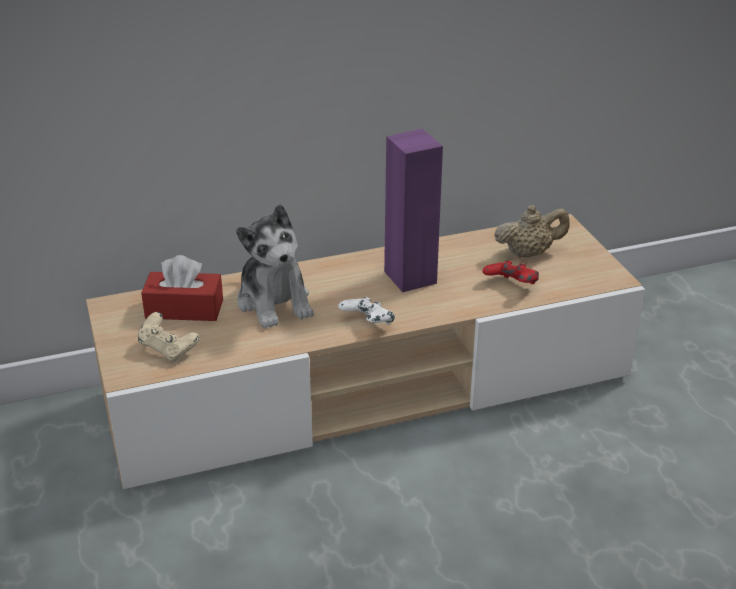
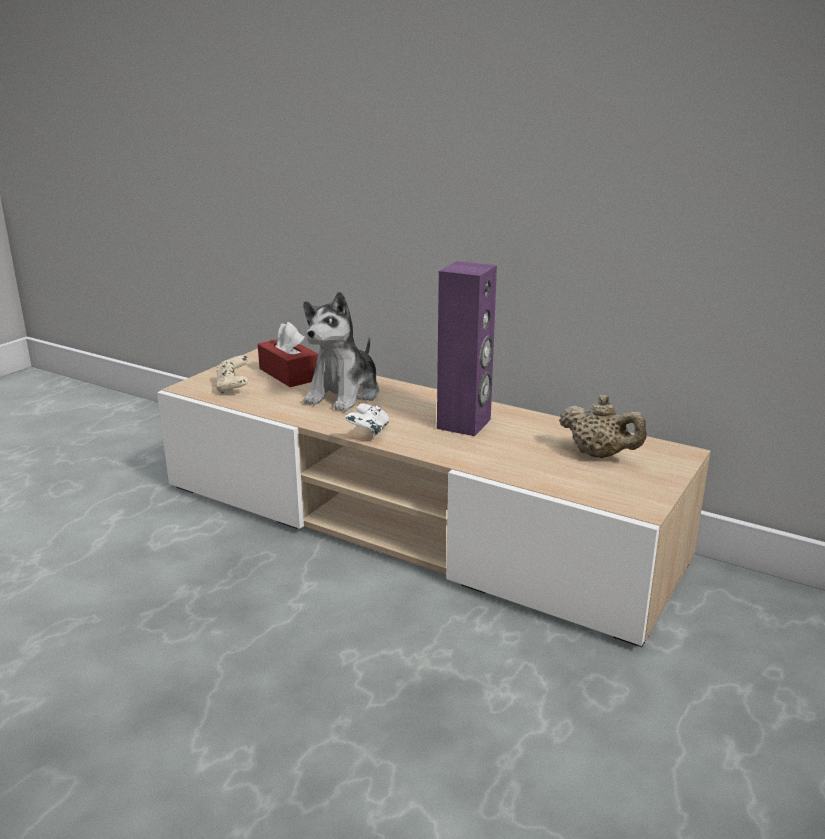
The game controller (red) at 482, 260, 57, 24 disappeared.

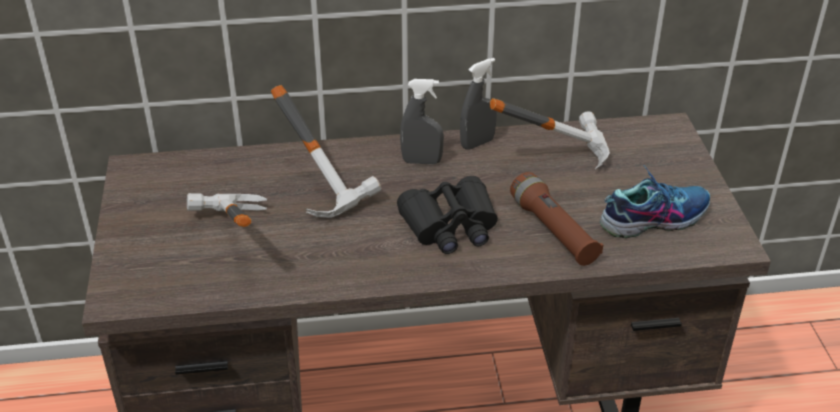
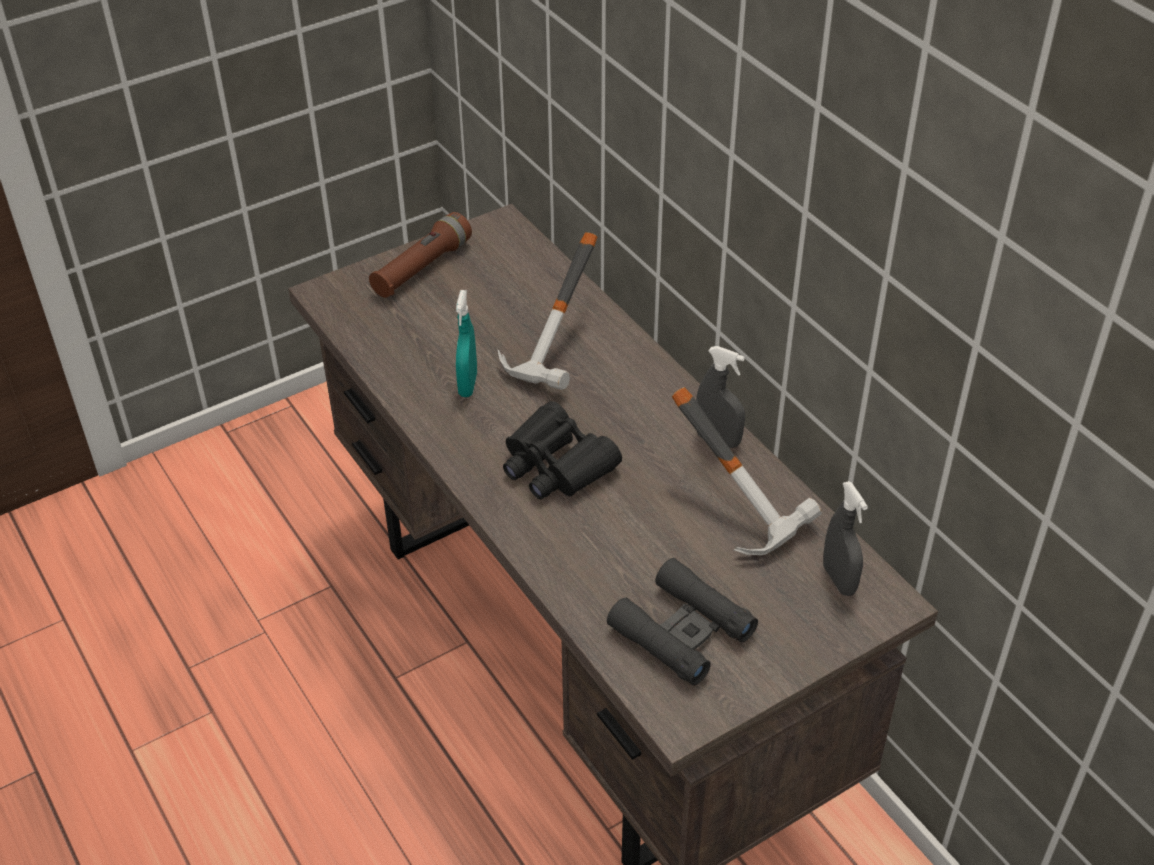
The flashlight (brown) moved from 510, 172, 93, 94 to 369, 212, 103, 86.
The spray bottle (turquoise) at 456, 290, 21, 107 appeared.
The shoe at 600, 165, 110, 73 was replaced by the binoculars (black) at 607, 558, 151, 127.
The spray bottle (grey) moved from 400, 79, 44, 86 to 823, 481, 45, 115.
The hammer at 187, 193, 80, 34 disappeared.

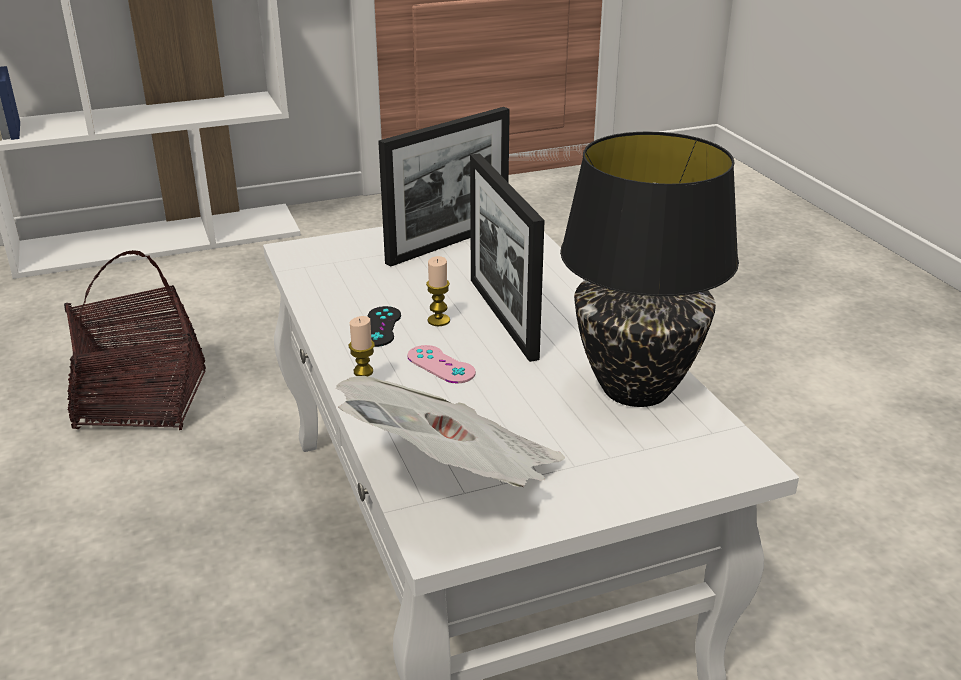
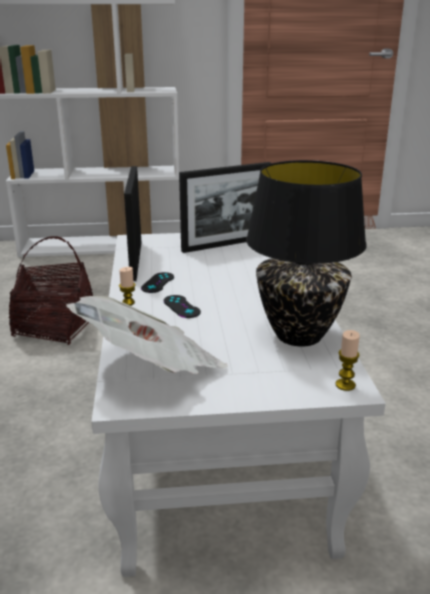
The picture frame moved from 470, 153, 75, 209 to 124, 166, 17, 115.
The game controller (pink) at 407, 345, 69, 38 became the game controller (black) at 164, 295, 37, 23.
The candle moved from 426, 256, 24, 70 to 335, 330, 25, 61.

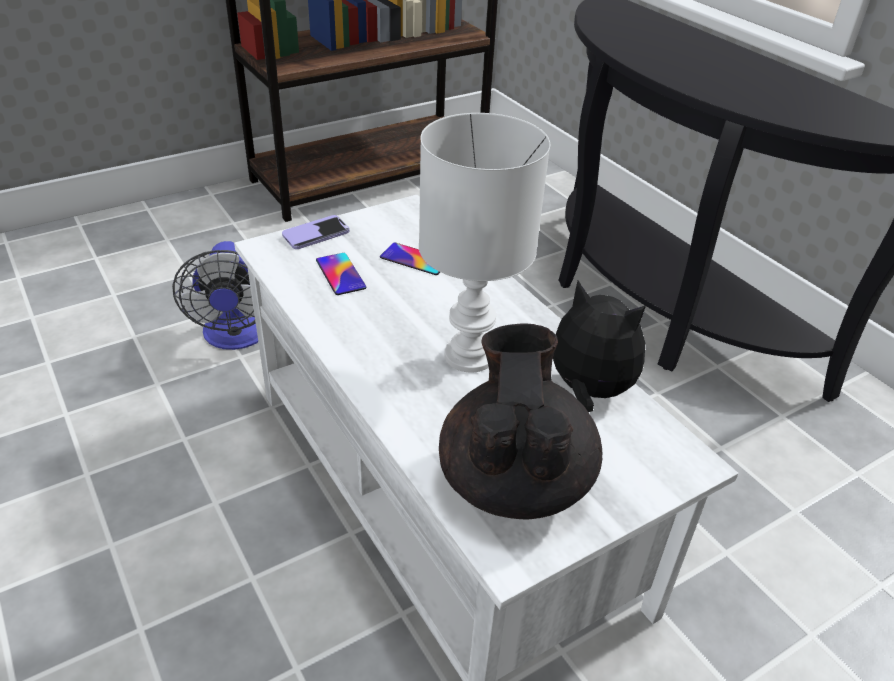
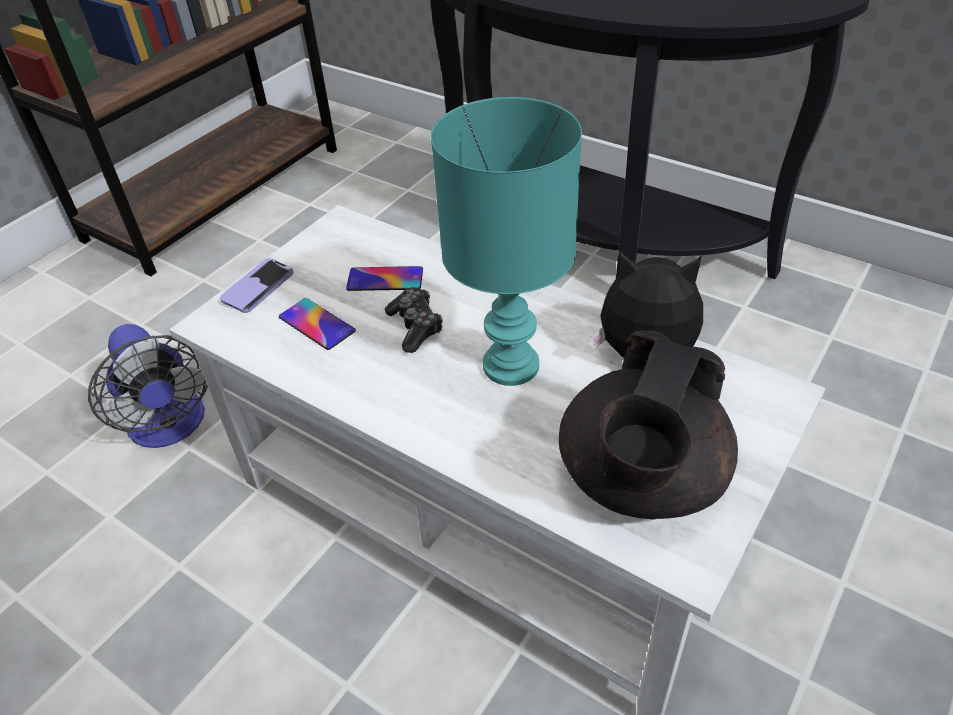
The game controller at 385, 287, 58, 66 appeared.
The table lamp (white) at 419, 113, 131, 260 became the table lamp (turquoise) at 431, 97, 151, 289.
The teapot (black) at 439, 323, 163, 197 turned 135 degrees counterclockwise.

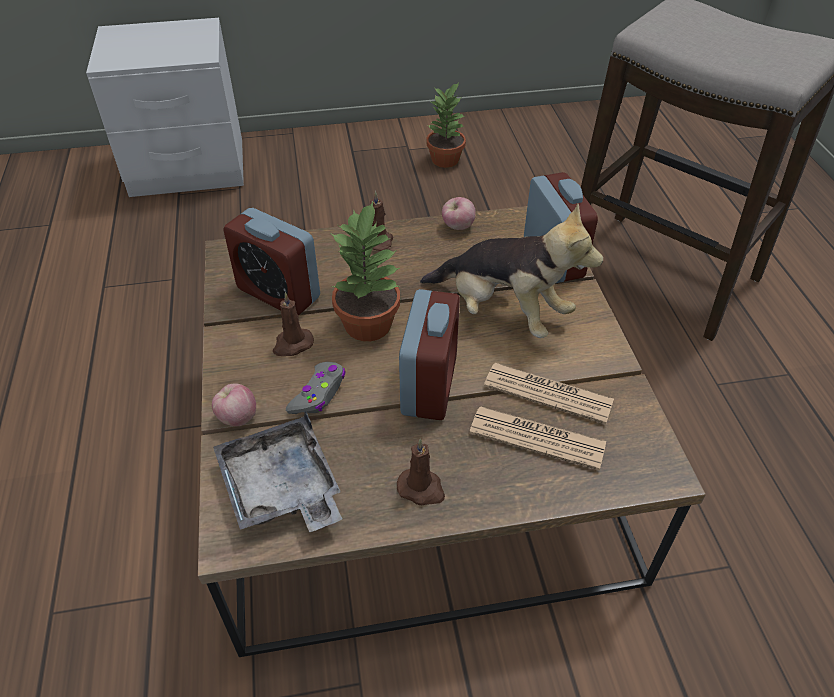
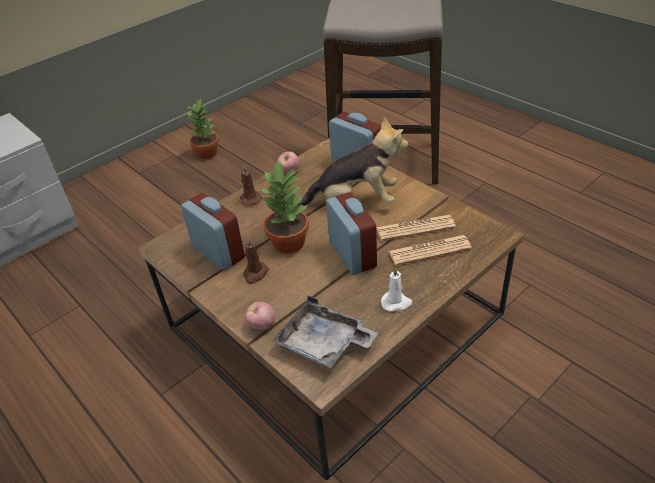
The alarm clock at 223, 208, 97, 108 turned 135 degrees counterclockwise.
The candle (brown) at 397, 439, 48, 66 became the candle (white) at 381, 267, 31, 45.
The game controller (grey) at 286, 362, 59, 52 disappeared.

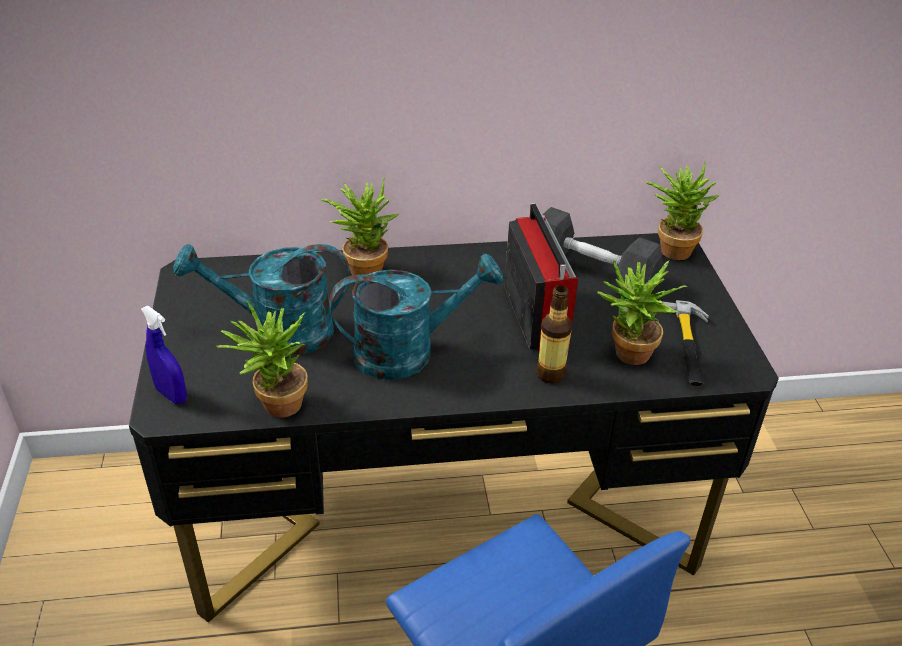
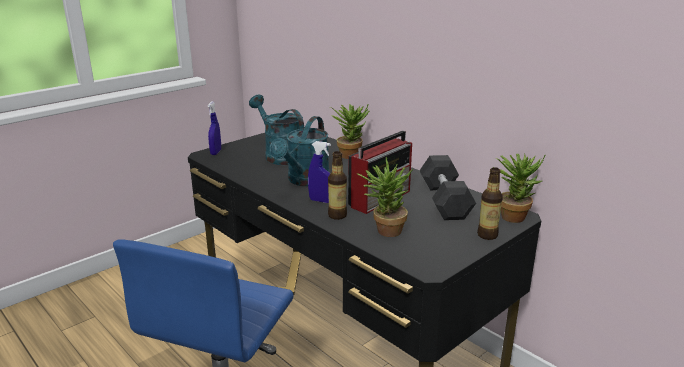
The watering can (turquoise) at 329, 253, 174, 127 turned 75 degrees clockwise.
The spray bottle (blue) at 308, 141, 23, 62 appeared.
The bottle at 477, 167, 26, 73 appeared.
The potted plant at 216, 300, 92, 118 disappeared.
The hammer at 662, 300, 47, 86 disappeared.

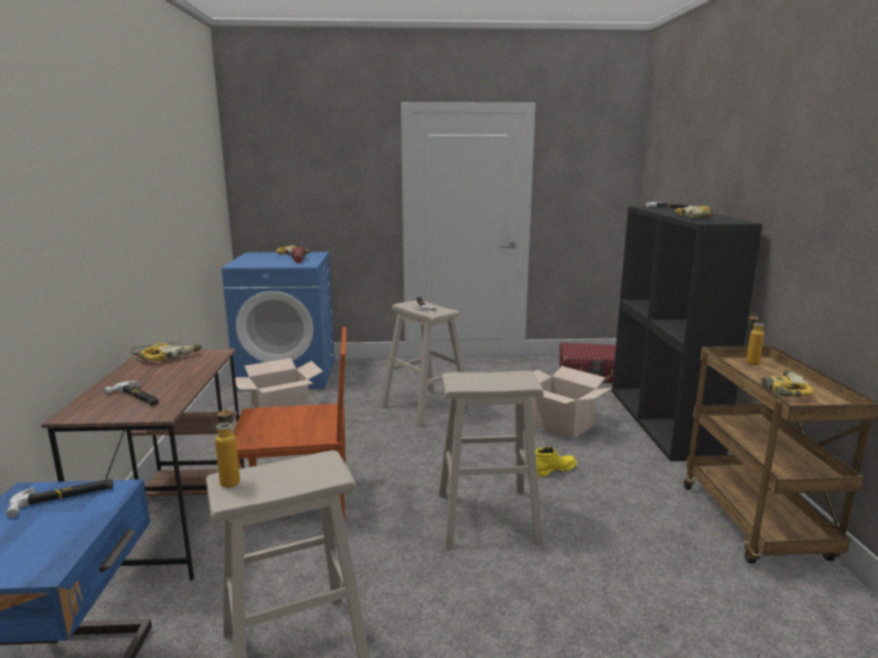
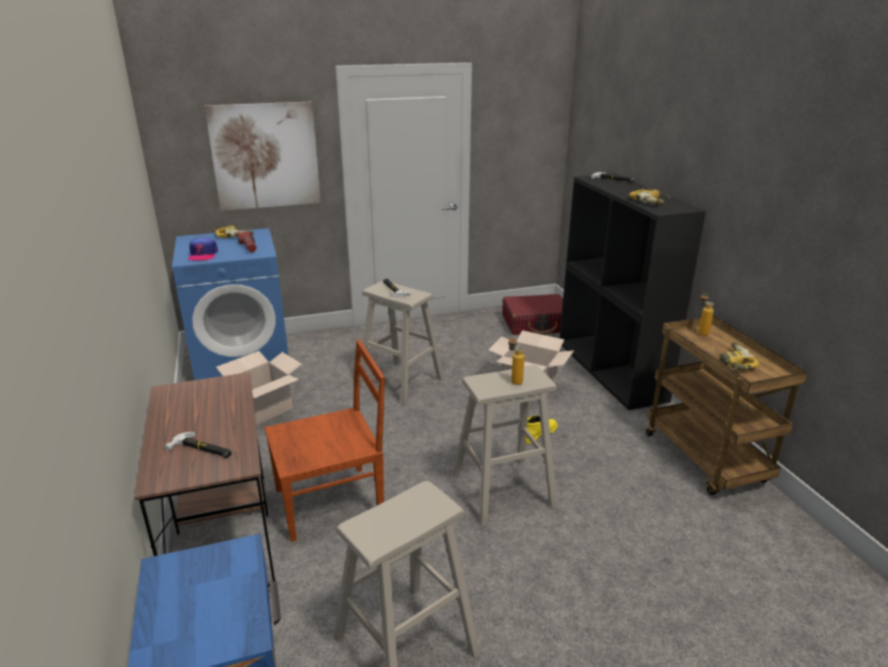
The cap at 188, 237, 30, 24 appeared.
The picture at 204, 101, 117, 110 appeared.
The bottle moved from 215, 404, 25, 84 to 509, 336, 16, 49.
The hammer at 6, 479, 107, 39 disappeared.
The power drill at 130, 342, 72, 19 disappeared.

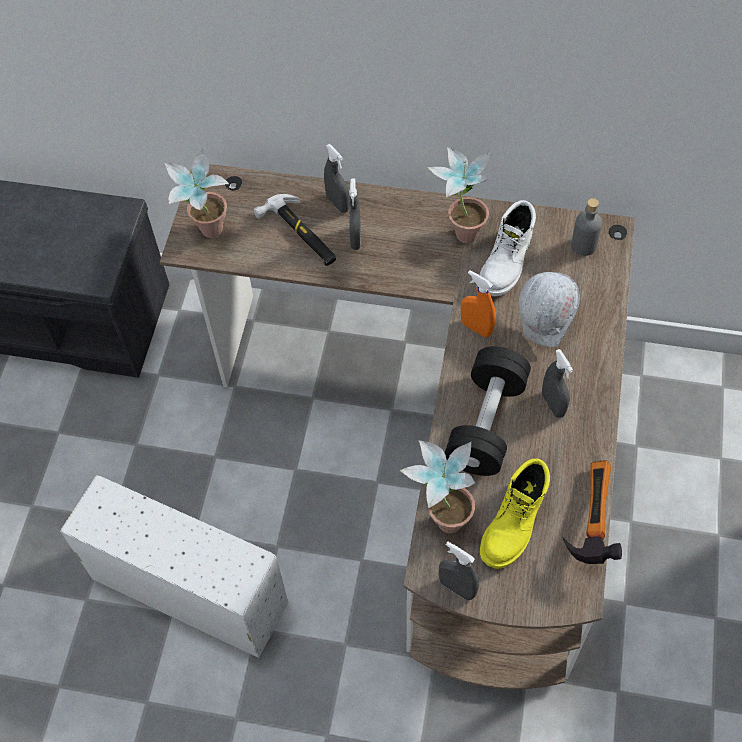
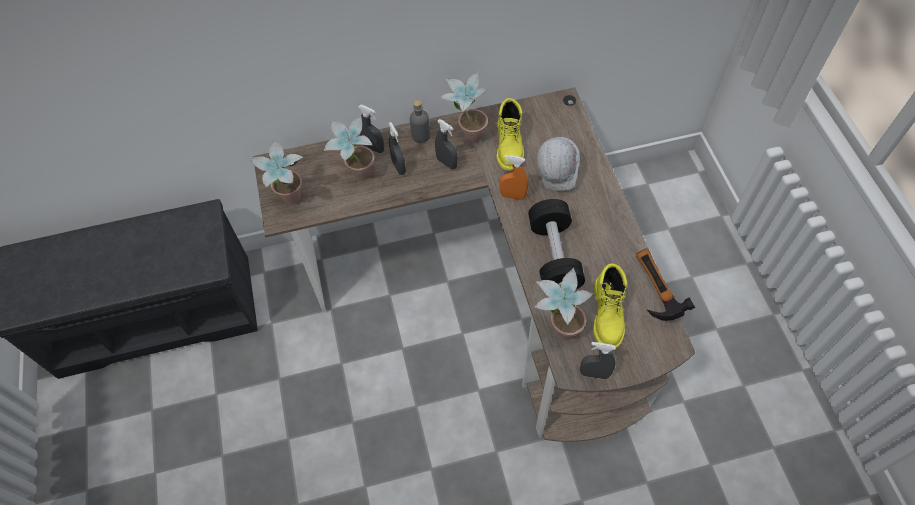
The hammer at 253, 194, 83, 72 was replaced by the potted plant at 324, 114, 50, 67.
The bottle (grey) moved from 571, 198, 31, 58 to 410, 100, 20, 43.
The spray bottle (grey) moved from 542, 349, 31, 69 to 435, 119, 23, 50.
The boot (white) at 480, 200, 56, 96 became the boot (yellow) at 497, 98, 27, 73.
The storage box (white) at 60, 475, 228, 183 disappeared.

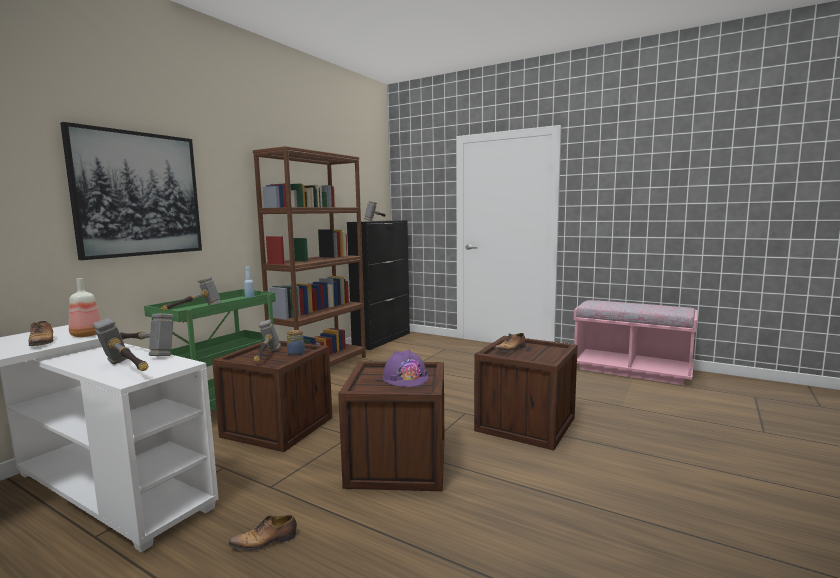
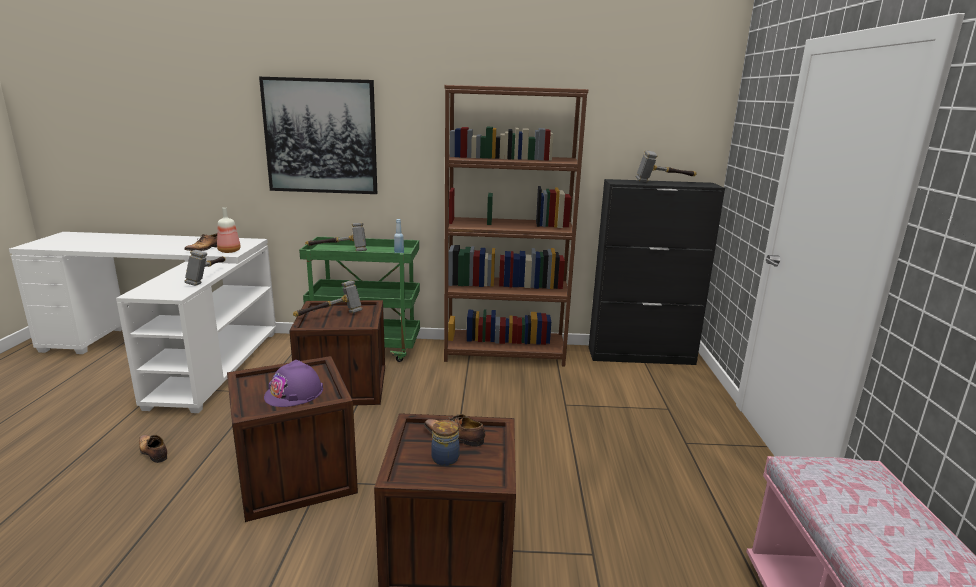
The jar moved from 287, 330, 18, 26 to 431, 420, 29, 46.
The hammer at 93, 318, 56, 53 disappeared.

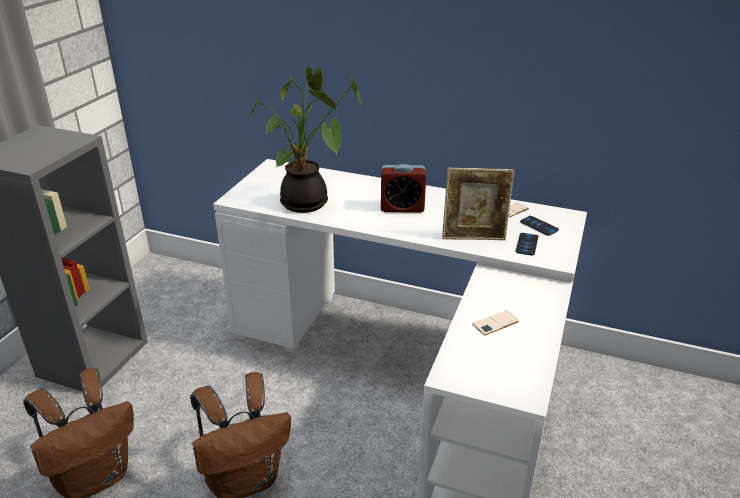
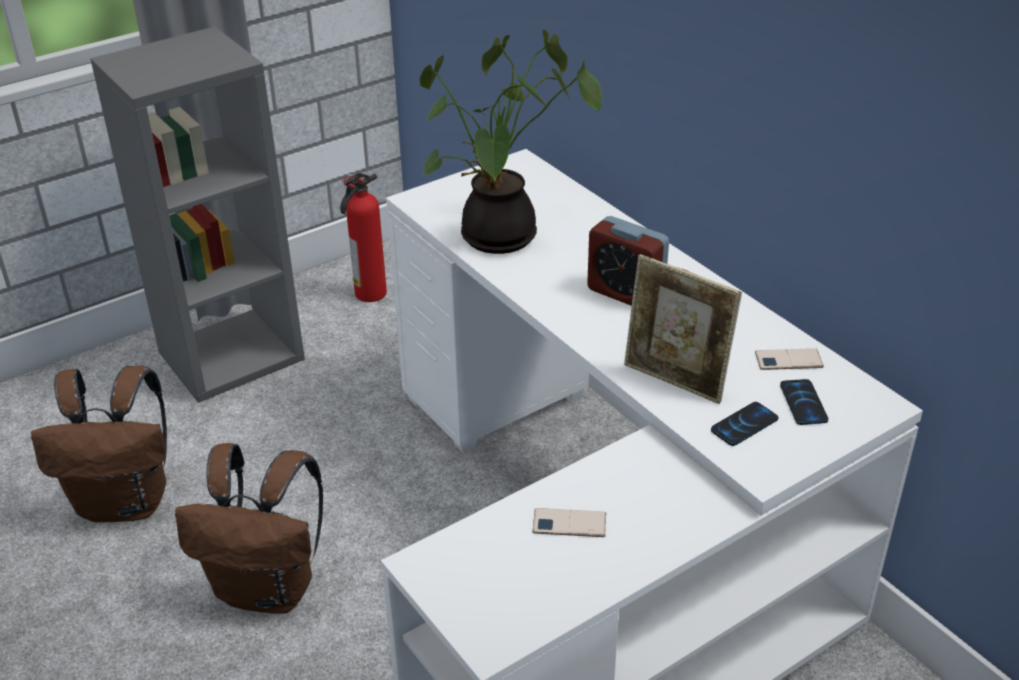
The fire extinguisher at 340, 173, 47, 129 appeared.

